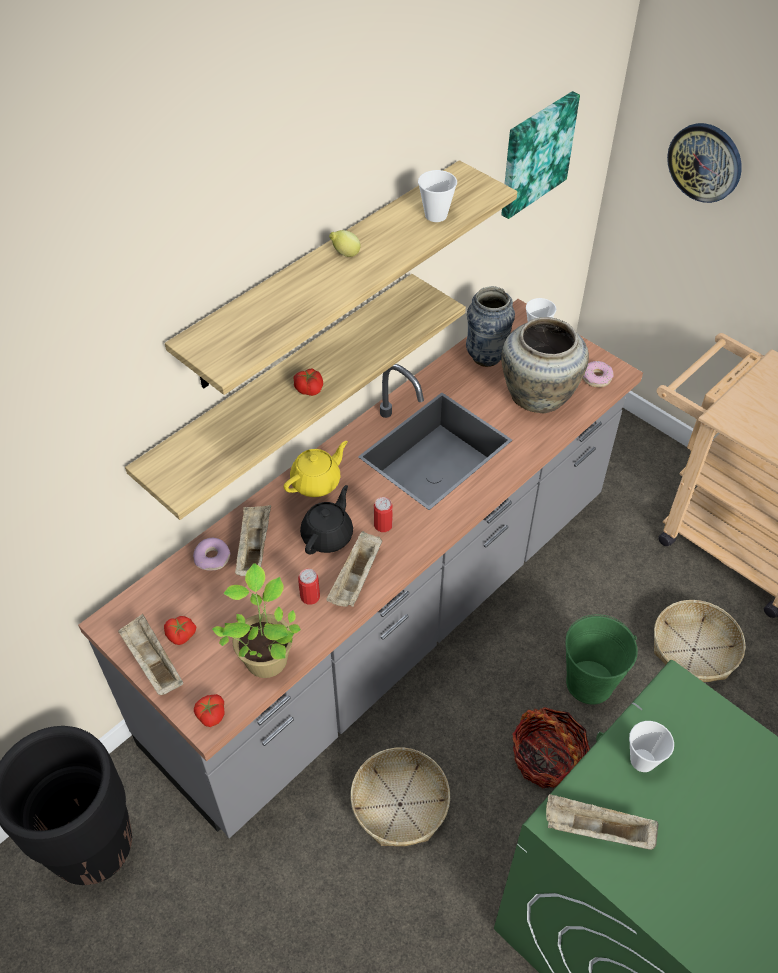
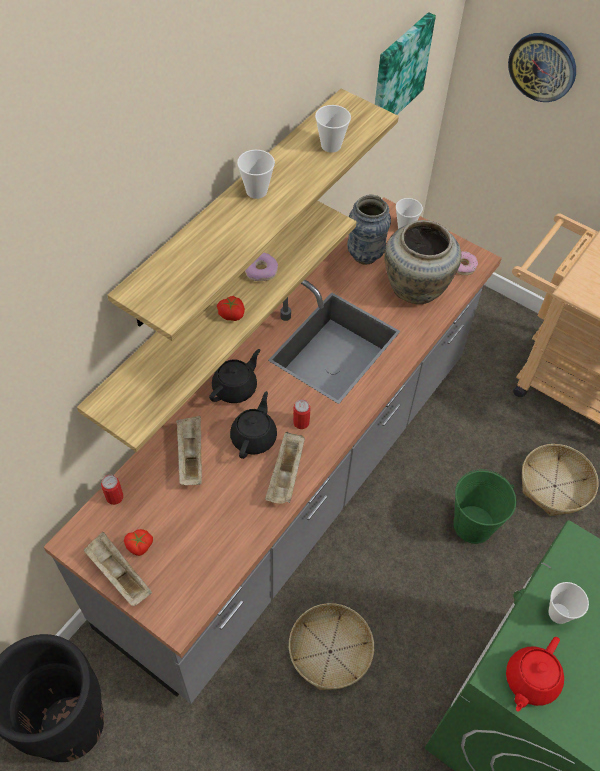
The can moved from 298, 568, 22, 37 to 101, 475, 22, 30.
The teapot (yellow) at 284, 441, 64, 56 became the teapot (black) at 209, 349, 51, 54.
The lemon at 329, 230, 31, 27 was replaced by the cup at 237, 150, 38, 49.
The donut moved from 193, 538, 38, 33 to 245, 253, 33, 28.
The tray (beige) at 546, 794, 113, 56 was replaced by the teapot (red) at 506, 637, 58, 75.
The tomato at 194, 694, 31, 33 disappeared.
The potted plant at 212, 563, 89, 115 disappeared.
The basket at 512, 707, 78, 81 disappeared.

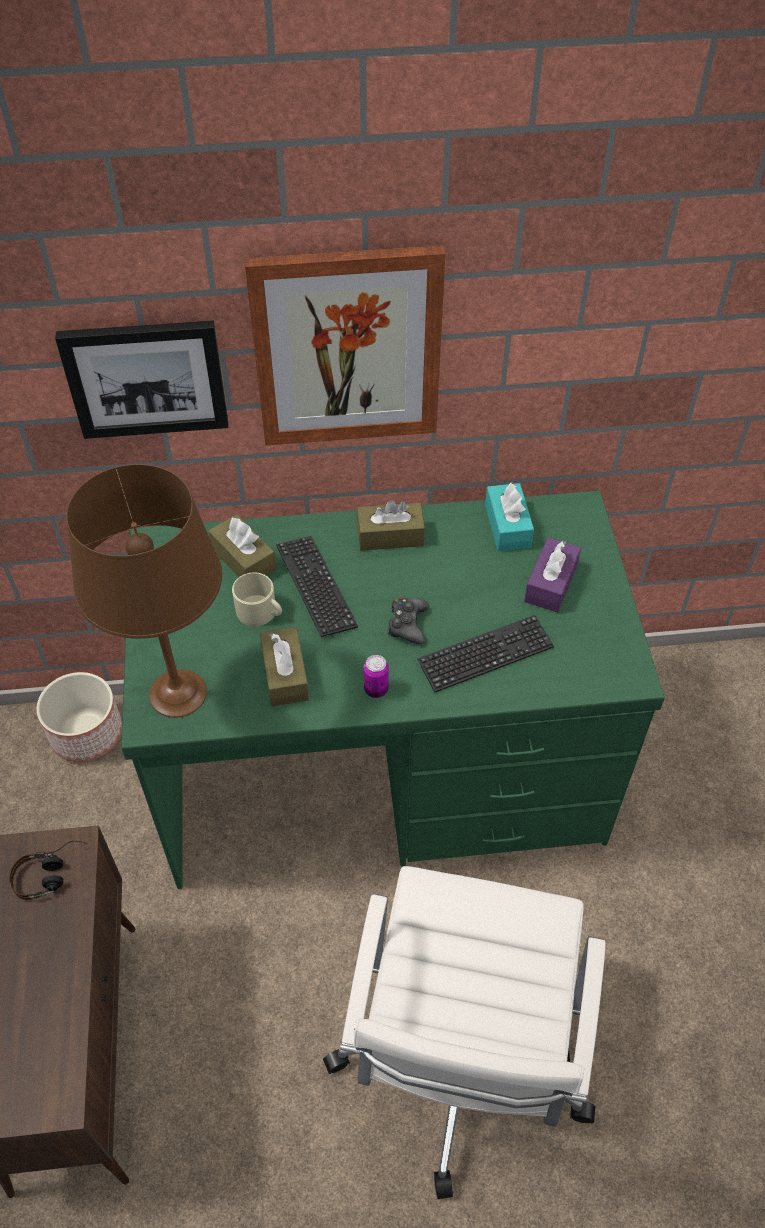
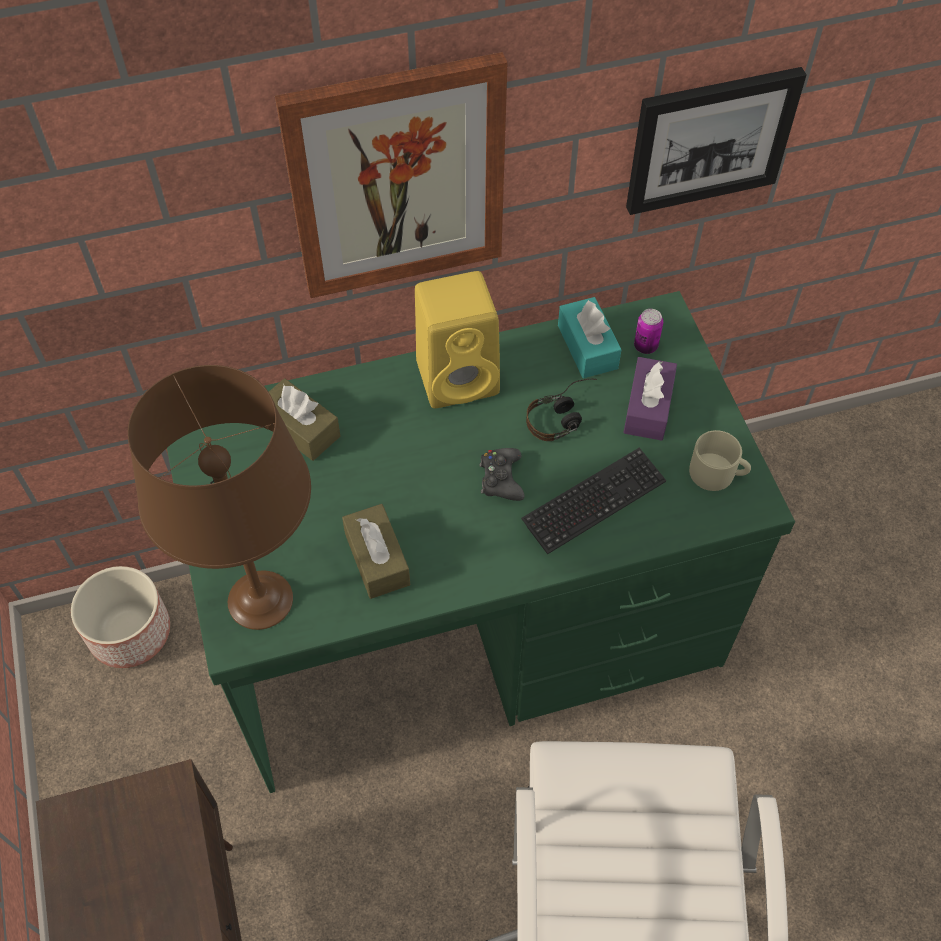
The tissue box (brown) at 357, 500, 68, 51 was replaced by the speaker (yellow) at 415, 271, 85, 137.
The headphones moved from 9, 841, 79, 59 to 526, 379, 71, 62.
The picture moved from 55, 321, 174, 118 to 626, 67, 181, 148.
The can moved from 364, 655, 25, 43 to 634, 309, 29, 45.
The mug (beige) moved from 232, 572, 50, 54 to 689, 430, 62, 61.
The keyboard at 276, 536, 82, 101 disappeared.

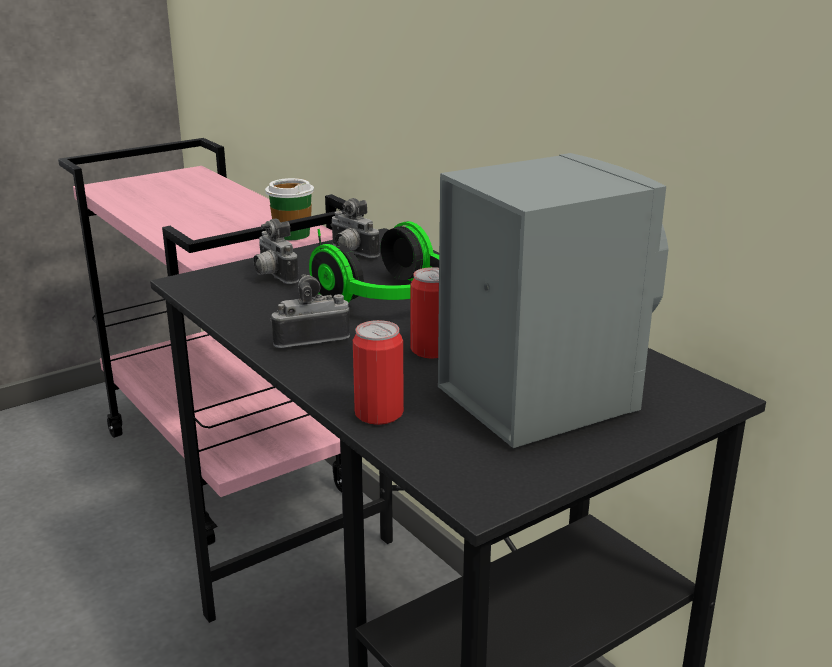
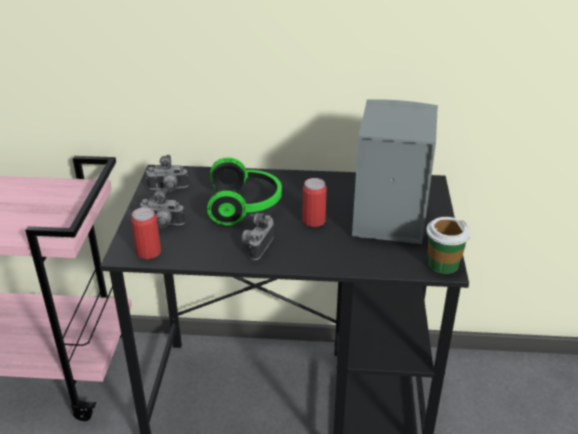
The can moved from 353, 320, 51, 105 to 131, 207, 30, 52.
The cup moved from 265, 178, 49, 62 to 426, 217, 44, 57.

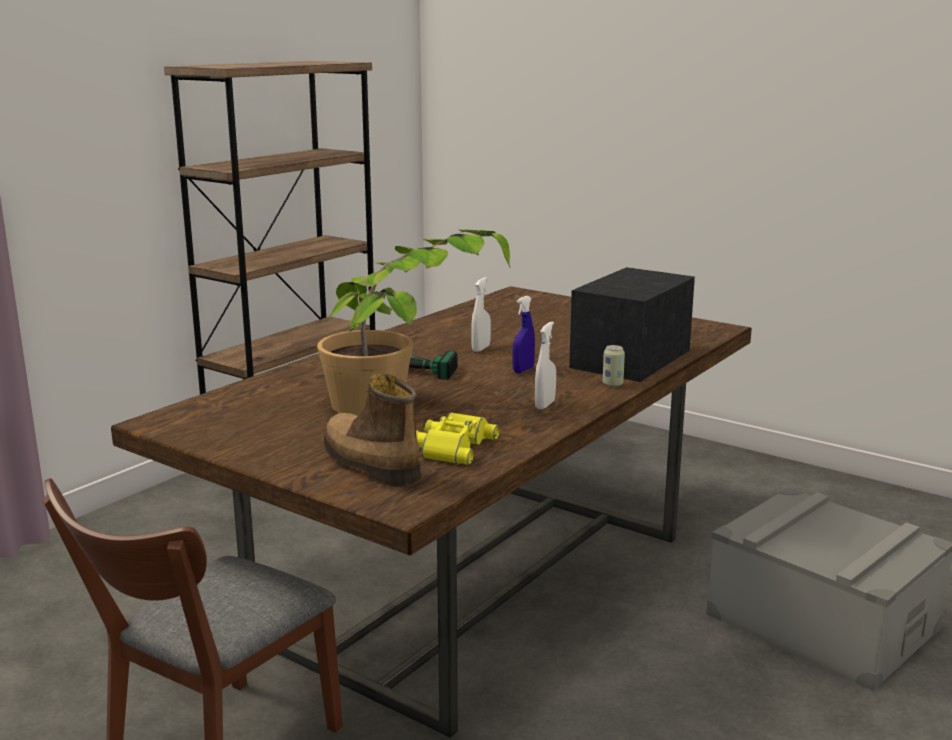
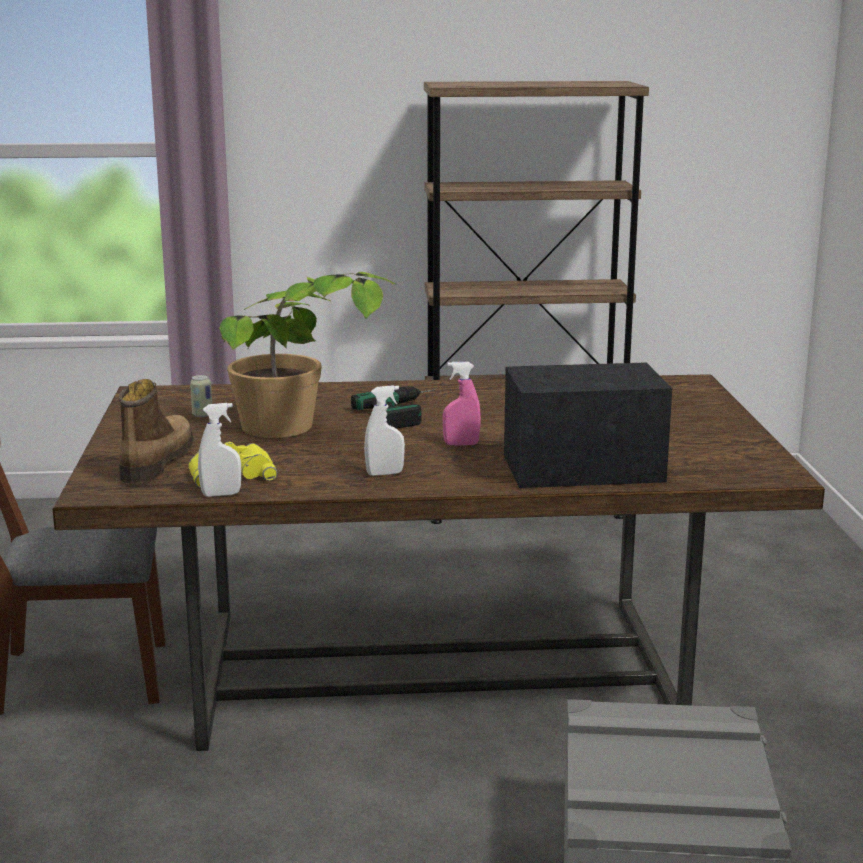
The can moved from 603, 345, 22, 42 to 190, 375, 22, 42.
The spray bottle (white) moved from 471, 277, 20, 75 to 198, 403, 43, 94.
The spray bottle (blue) at 512, 296, 23, 77 became the spray bottle (pink) at 442, 362, 39, 84.

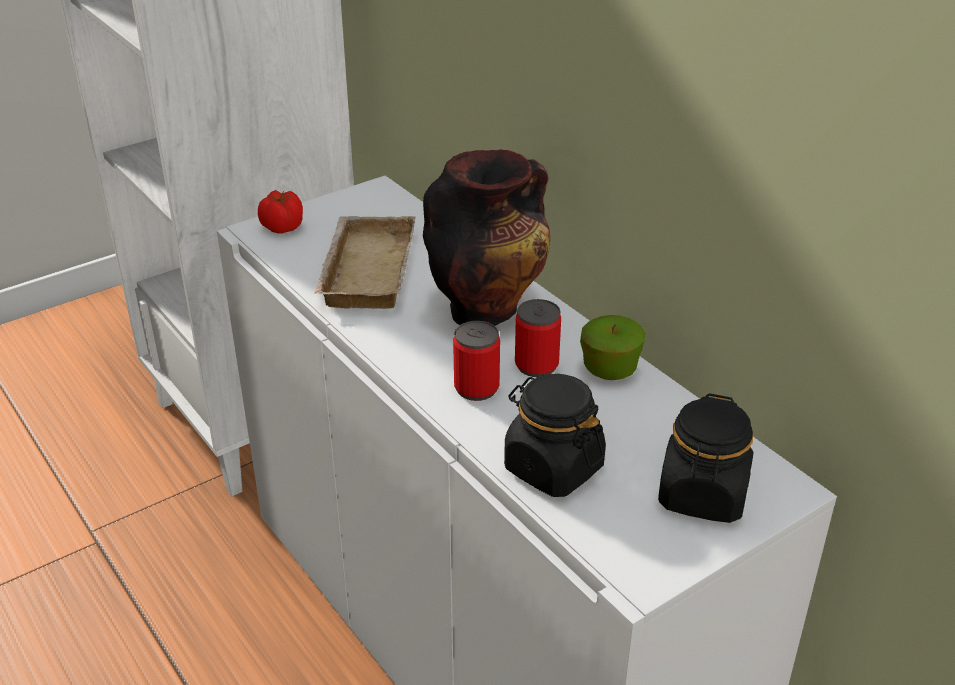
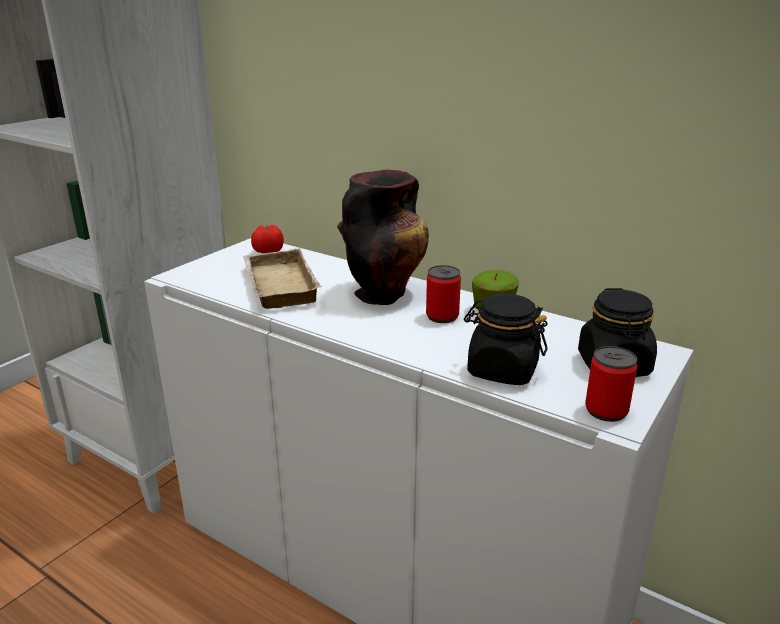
The tomato moved from 258, 190, 45, 43 to 251, 225, 33, 28.
The can moved from 453, 321, 47, 80 to 585, 346, 52, 76.

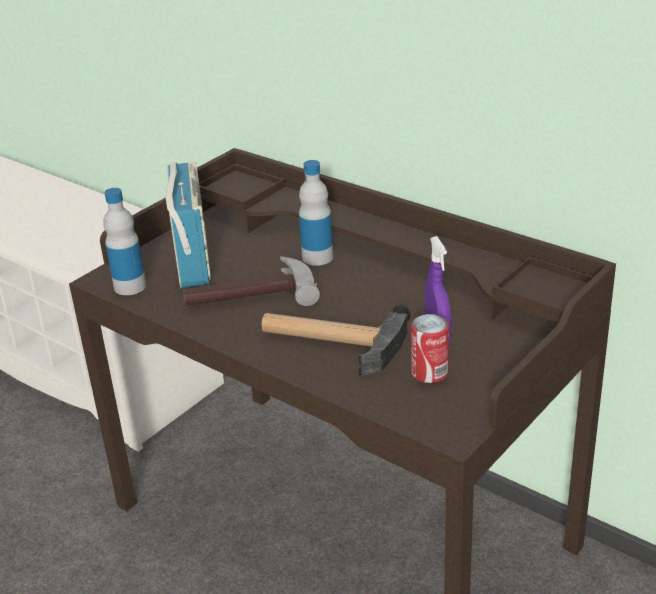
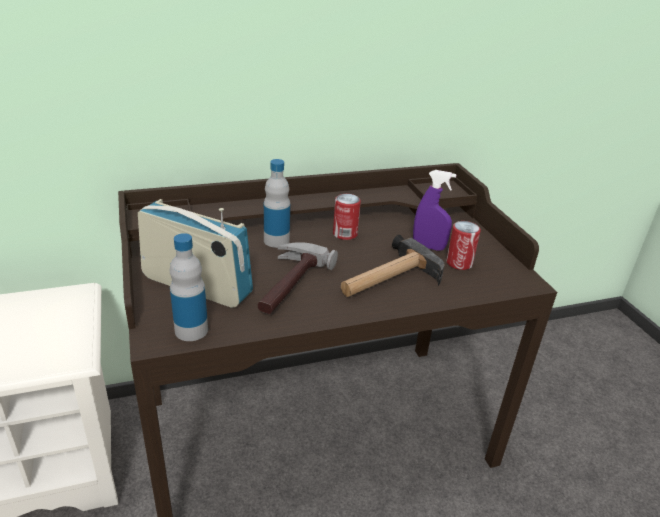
The can at 333, 194, 28, 46 appeared.

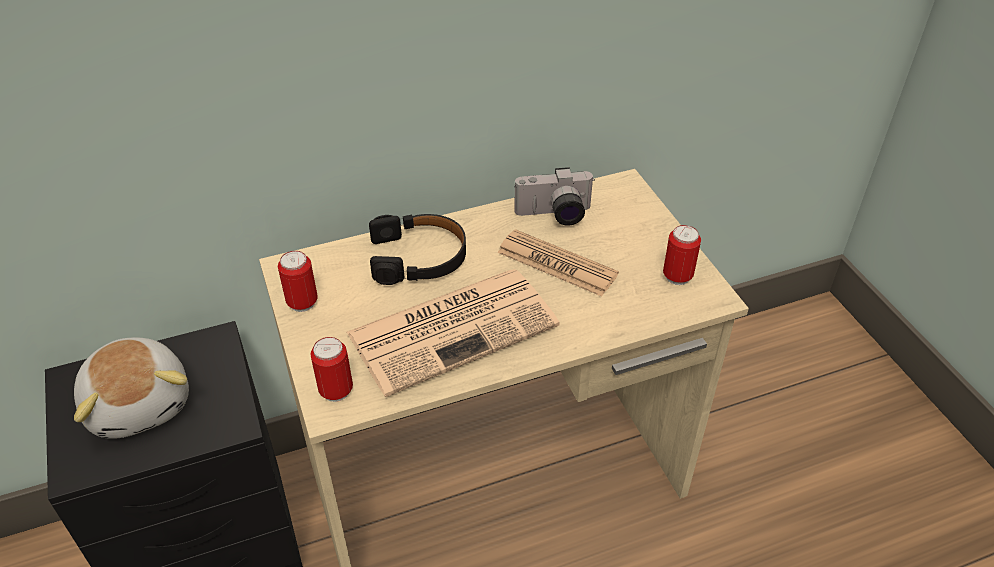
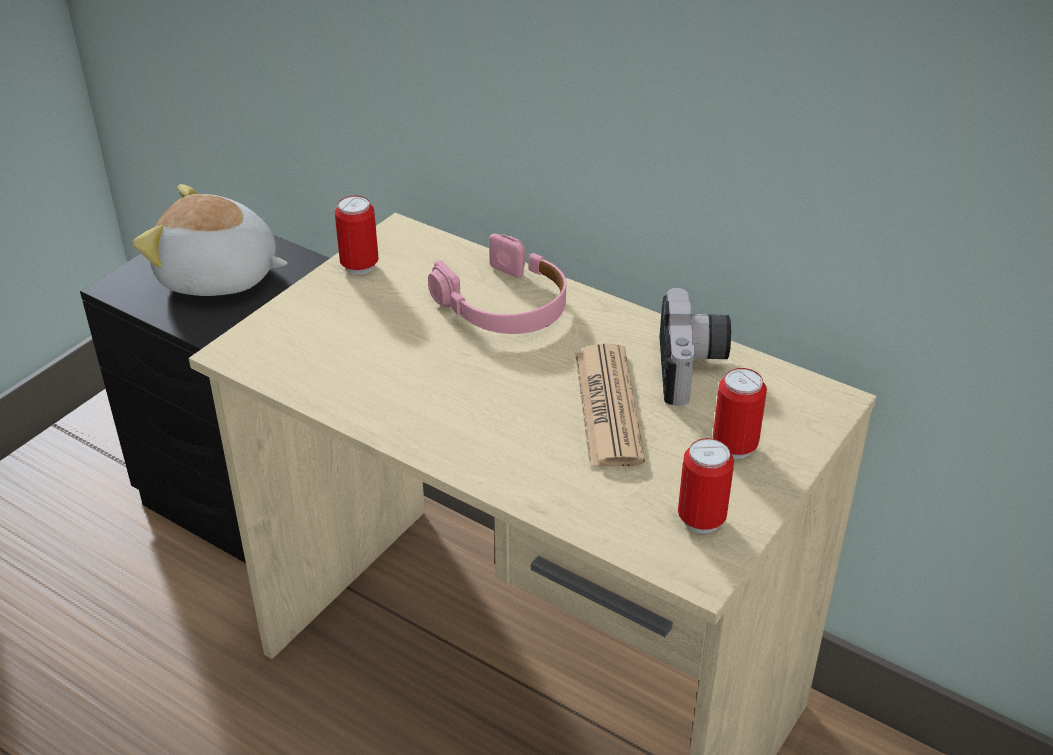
The plush toy at 74, 337, 115, 102 turned 75 degrees clockwise.
The headphones (black) at 369, 214, 97, 71 became the headphones (pink) at 428, 234, 138, 100.
The photo camera at 514, 167, 81, 59 turned 135 degrees counterclockwise.
The can moved from 311, 337, 42, 65 to 713, 368, 54, 91.
The newspaper at 347, 269, 212, 128 disappeared.

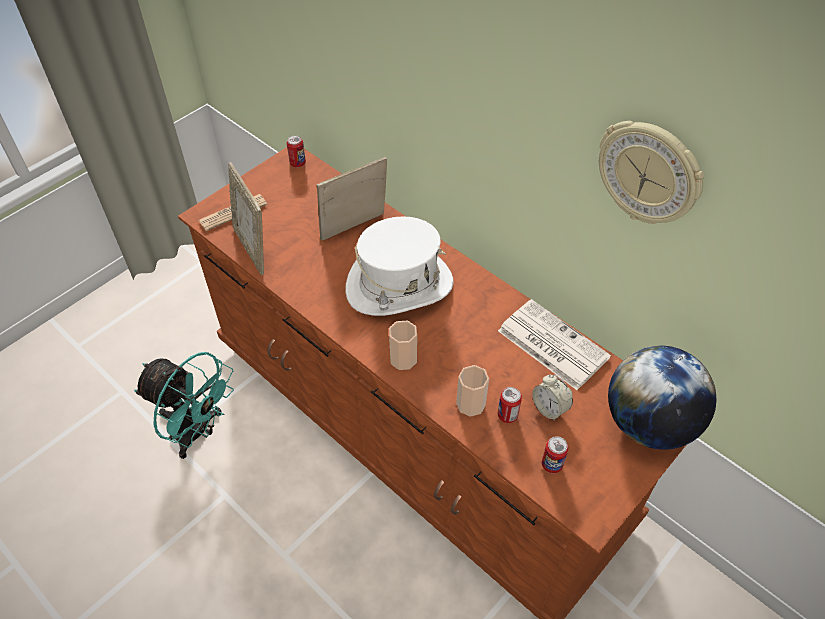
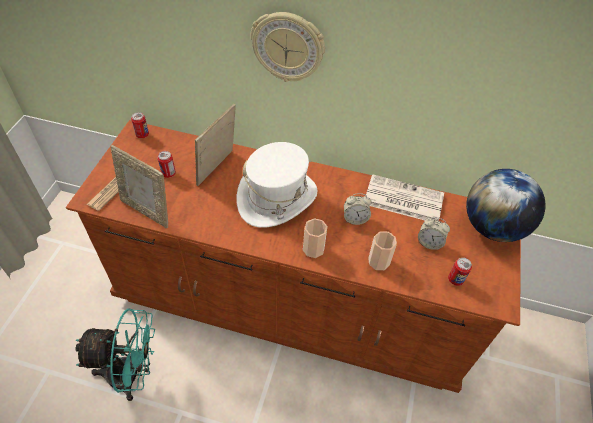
The can moved from 497, 387, 25, 36 to 158, 151, 18, 27.
The wall clock moved from 599, 121, 105, 103 to 251, 12, 74, 70.
The alarm clock at 344, 193, 28, 32 appeared.

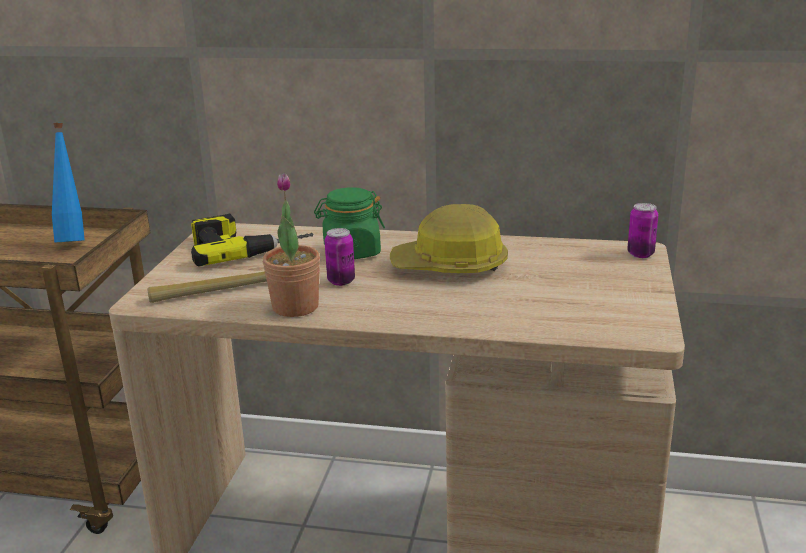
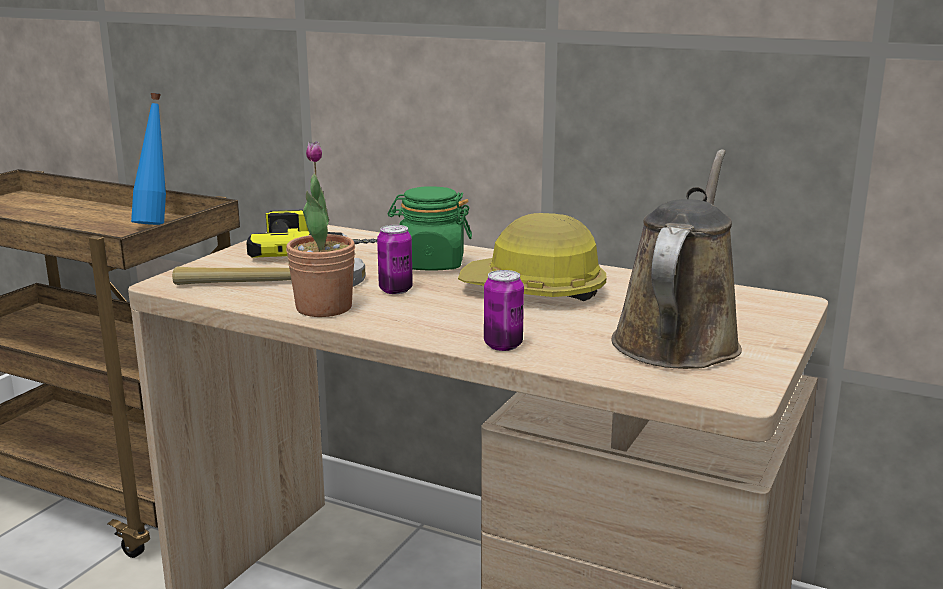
The can moved from 627, 203, 31, 55 to 484, 270, 40, 81.
The watering can (brown) at 611, 149, 131, 220 appeared.

